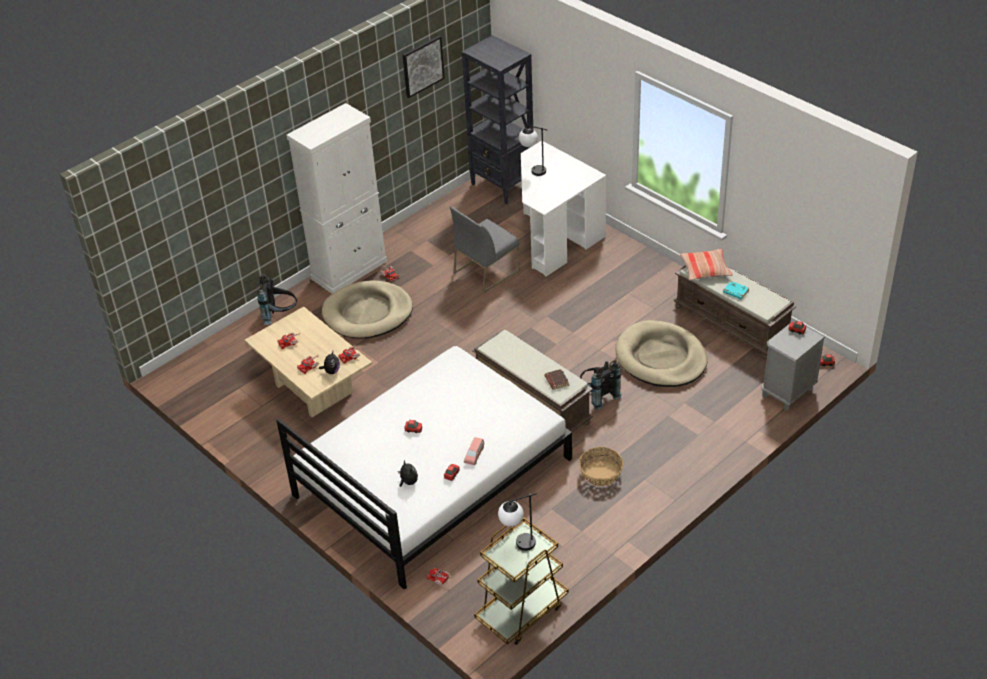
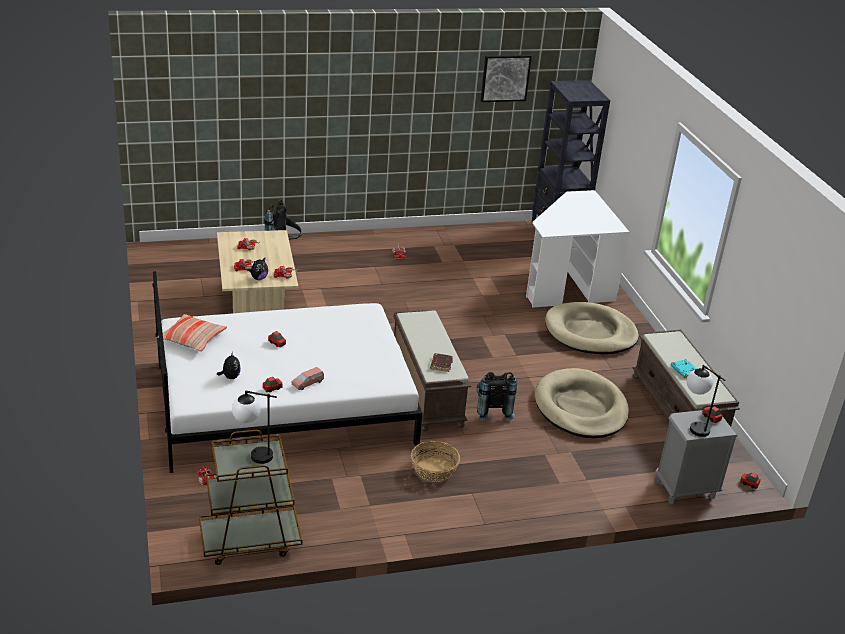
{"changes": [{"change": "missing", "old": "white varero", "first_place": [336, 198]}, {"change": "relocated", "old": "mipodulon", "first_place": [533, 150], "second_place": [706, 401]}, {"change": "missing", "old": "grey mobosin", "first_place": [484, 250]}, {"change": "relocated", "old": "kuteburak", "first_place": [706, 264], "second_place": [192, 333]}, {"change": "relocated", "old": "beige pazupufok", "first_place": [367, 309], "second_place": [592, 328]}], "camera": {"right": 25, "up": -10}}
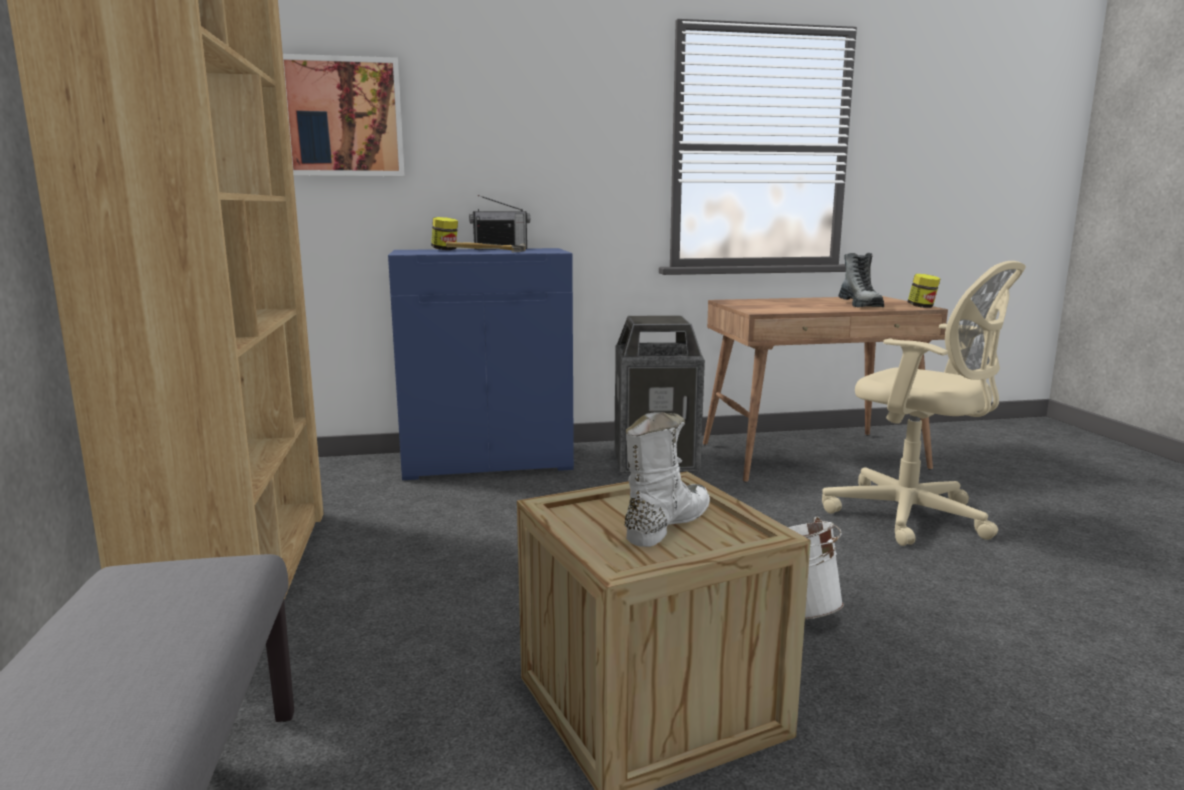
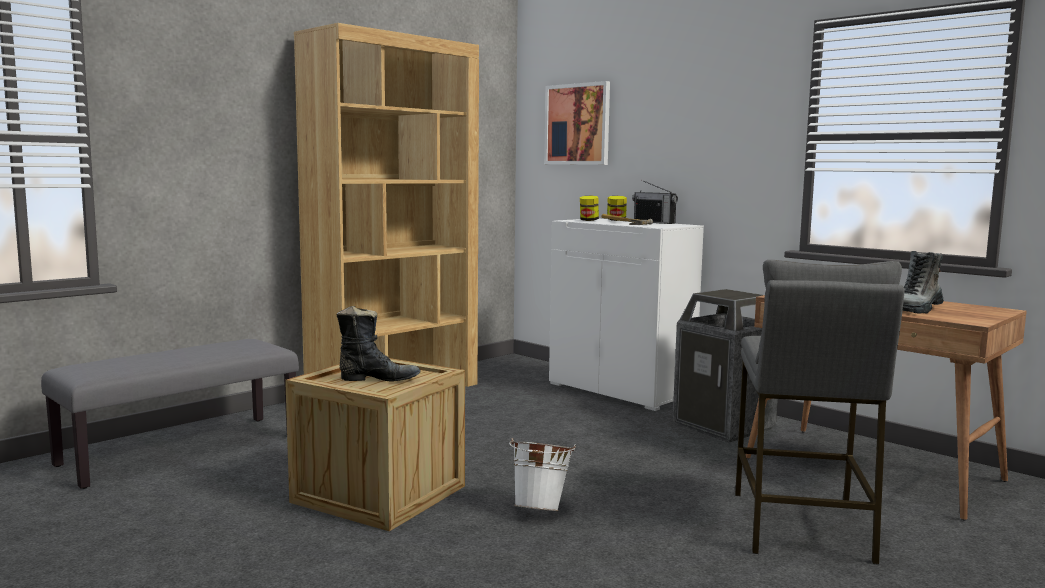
{"changes": [{"change": "colour", "old": "blue varero", "new": "white varero", "first_place": [481, 364], "second_place": [626, 315]}, {"change": "exchanged", "old": "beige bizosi", "new": "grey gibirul", "first_place": [924, 403], "second_place": [819, 412]}, {"change": "relocated", "old": "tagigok", "first_place": [924, 291], "second_place": [589, 208]}, {"change": "colour", "old": "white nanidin", "new": "black nanidin", "first_place": [667, 479], "second_place": [378, 343]}], "camera": {"right": 55, "up": -5}}
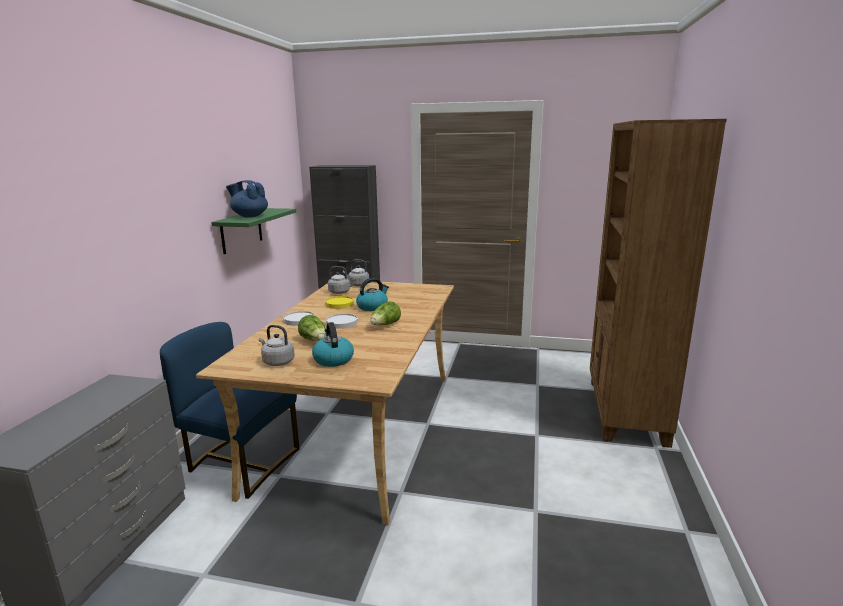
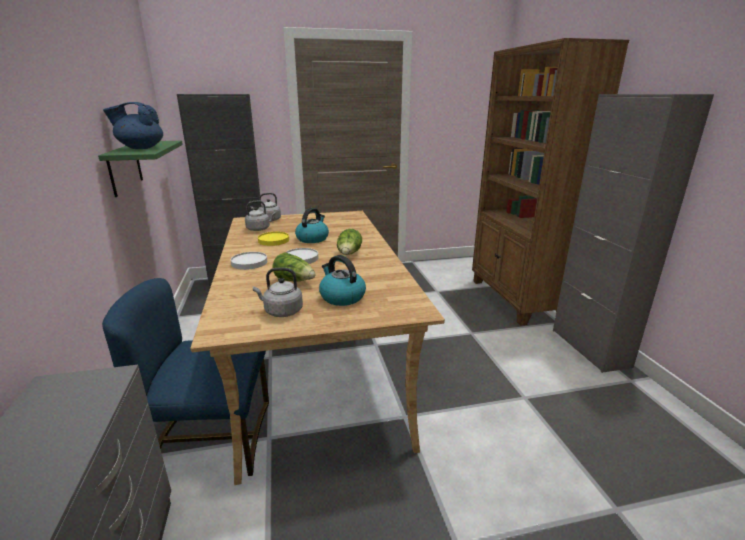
{"changes": [{"change": "appeared", "new": "grey varero", "second_place": [633, 233]}], "camera": {"right": -25, "up": 5}}
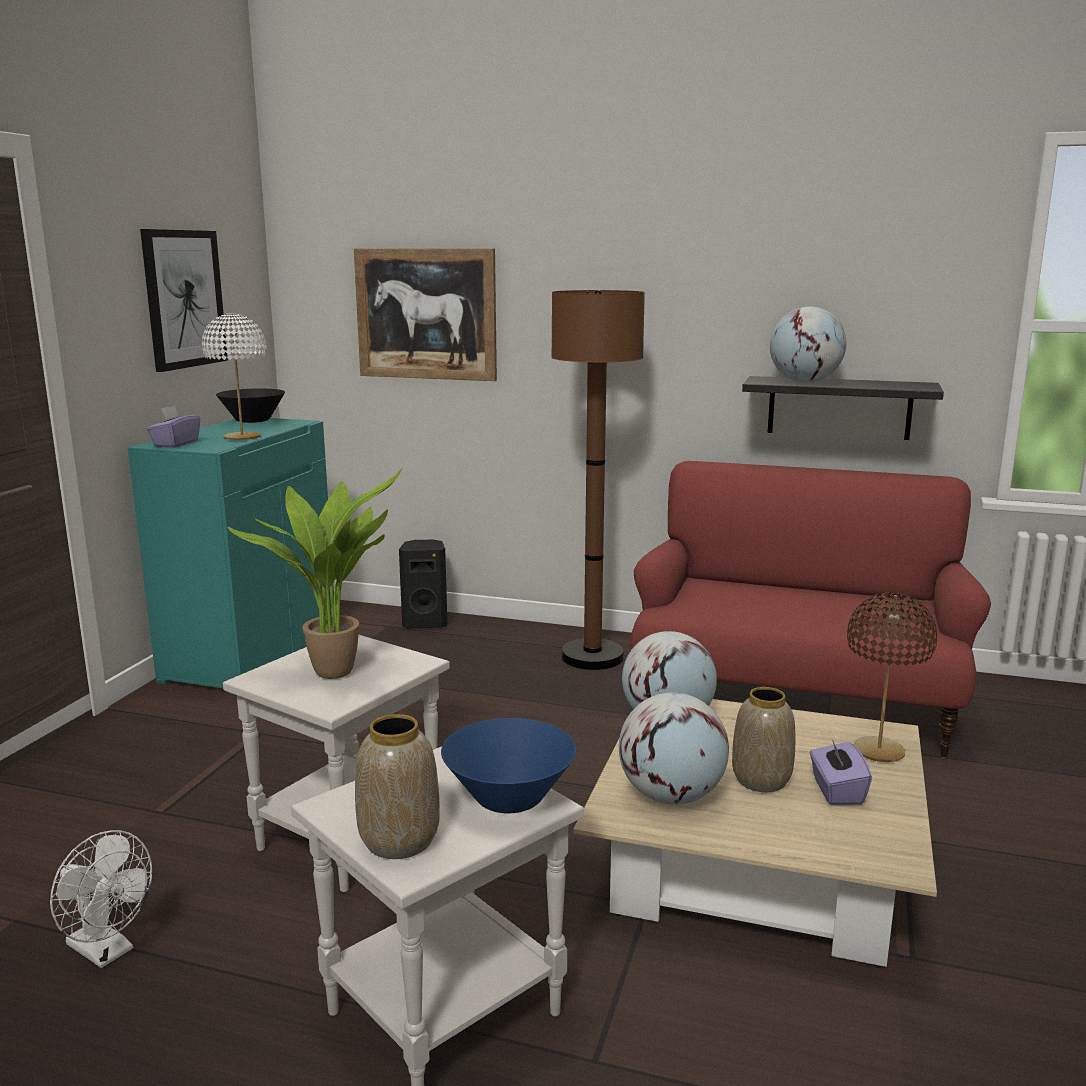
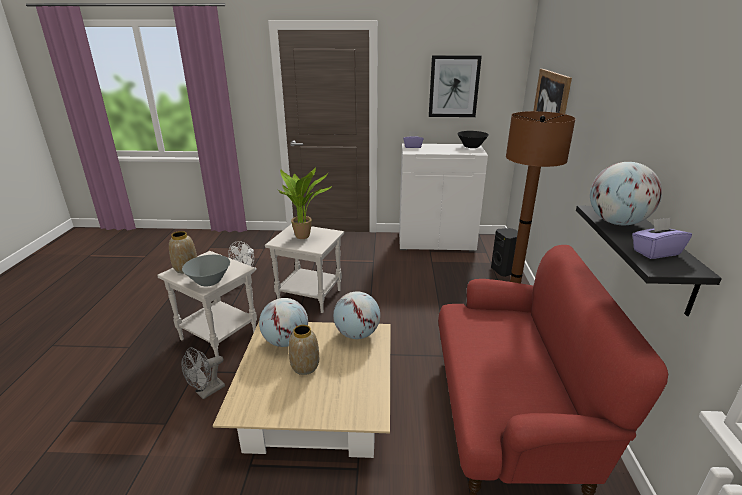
{"changes": [{"change": "missing", "old": "white mipodulon", "first_place": [234, 377]}, {"change": "colour", "old": "turquoise varero", "new": "white varero", "first_place": [231, 556], "second_place": [443, 198]}, {"change": "missing", "old": "brown mipodulon", "first_place": [892, 677]}, {"change": "colour", "old": "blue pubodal", "new": "grey pubodal", "first_place": [508, 765], "second_place": [206, 270]}, {"change": "relocated", "old": "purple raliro", "first_place": [841, 772], "second_place": [662, 238]}, {"change": "appeared", "new": "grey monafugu", "second_place": [203, 373]}], "camera": {"right": 75, "up": 10}}
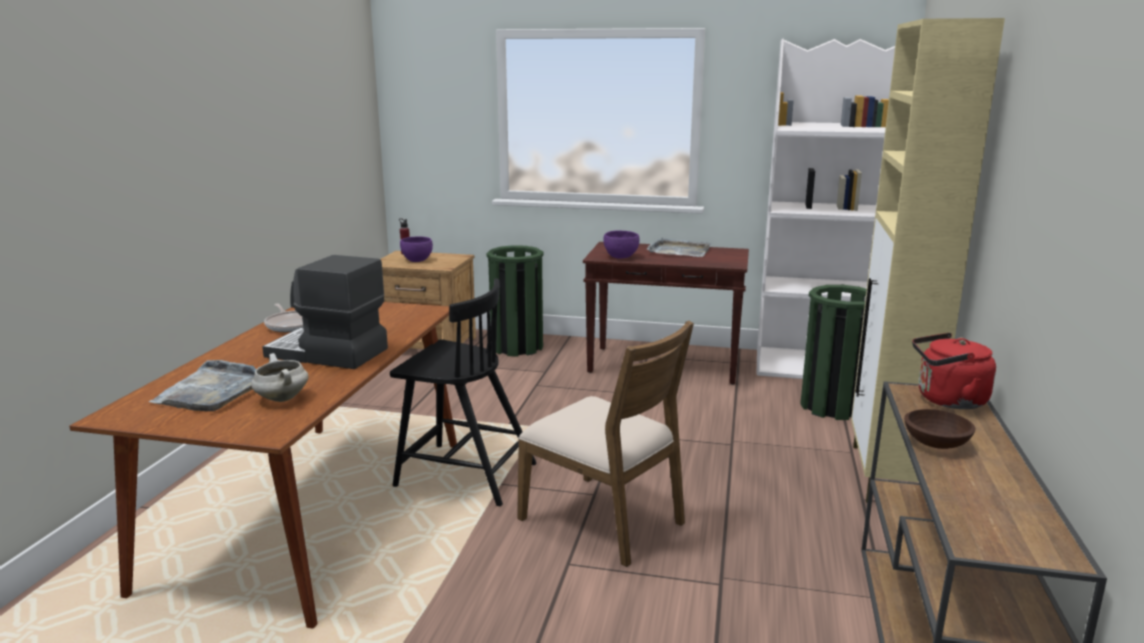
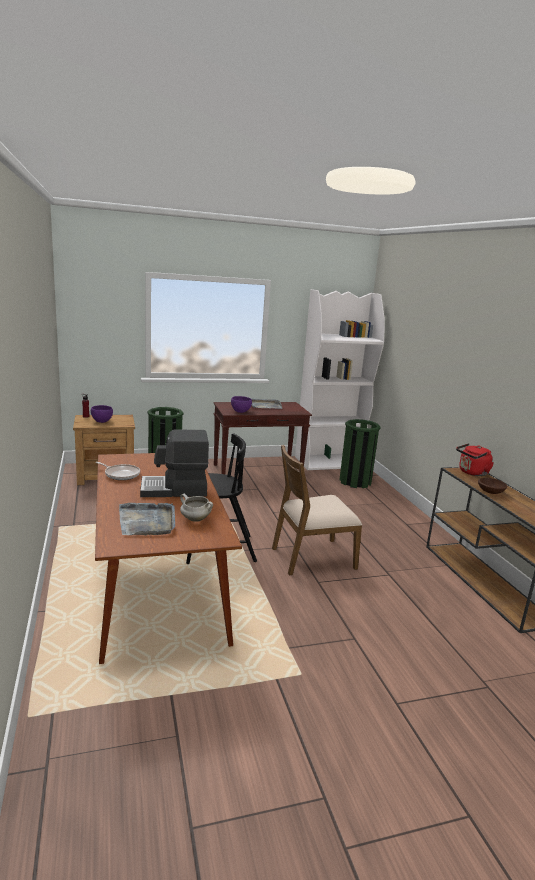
{"changes": [{"change": "missing", "old": "beige varero", "first_place": [928, 260]}, {"change": "spun", "old": "brown mobosin", "first_place": [605, 444], "second_place": [317, 510], "degrees": 150}], "camera": {"right": -30, "up": 0}}
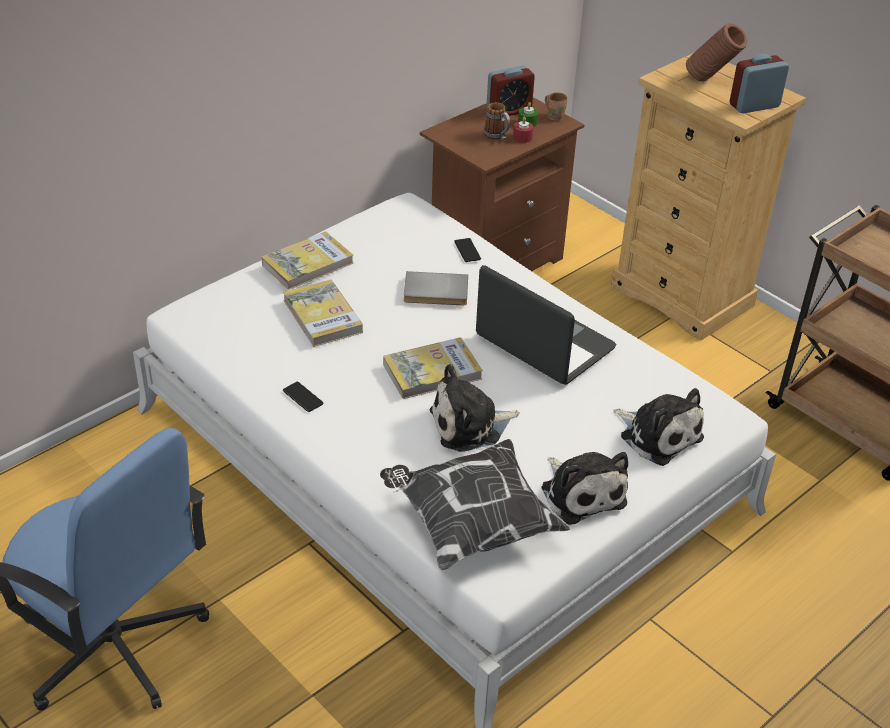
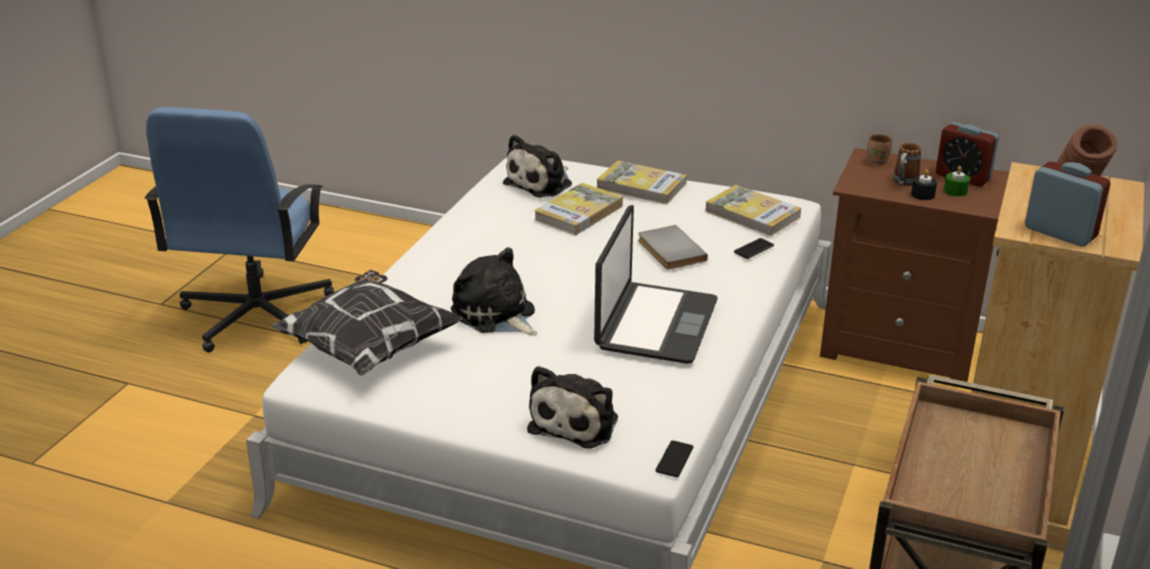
{"changes": [{"change": "relocated", "old": "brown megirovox", "first_place": [556, 106], "second_place": [879, 150]}, {"change": "colour", "old": "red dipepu", "new": "black dipepu", "first_place": [523, 130], "second_place": [924, 184]}, {"change": "relocated", "old": "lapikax", "first_place": [433, 368], "second_place": [753, 210]}, {"change": "relocated", "old": "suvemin", "first_place": [303, 397], "second_place": [674, 458]}, {"change": "relocated", "old": "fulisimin", "first_place": [584, 488], "second_place": [537, 165]}], "camera": {"right": 65, "up": -10}}
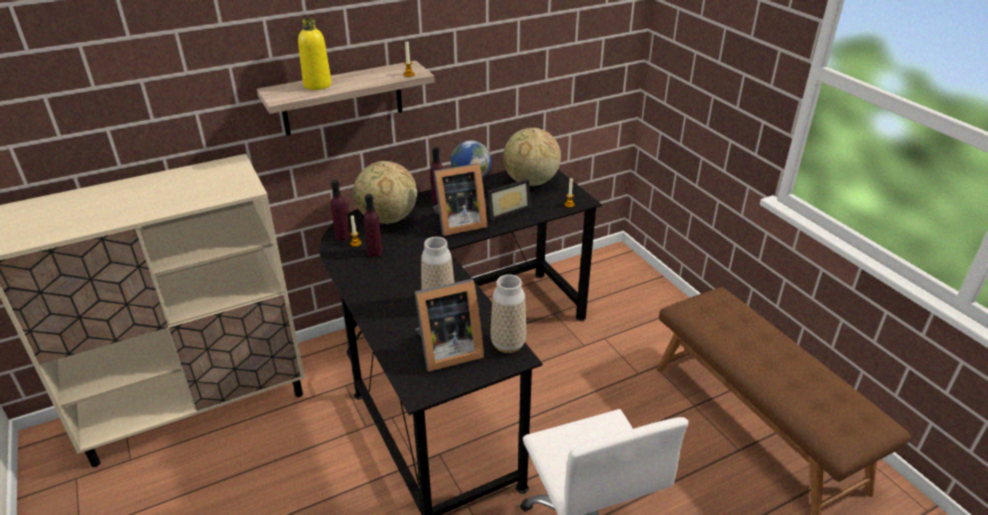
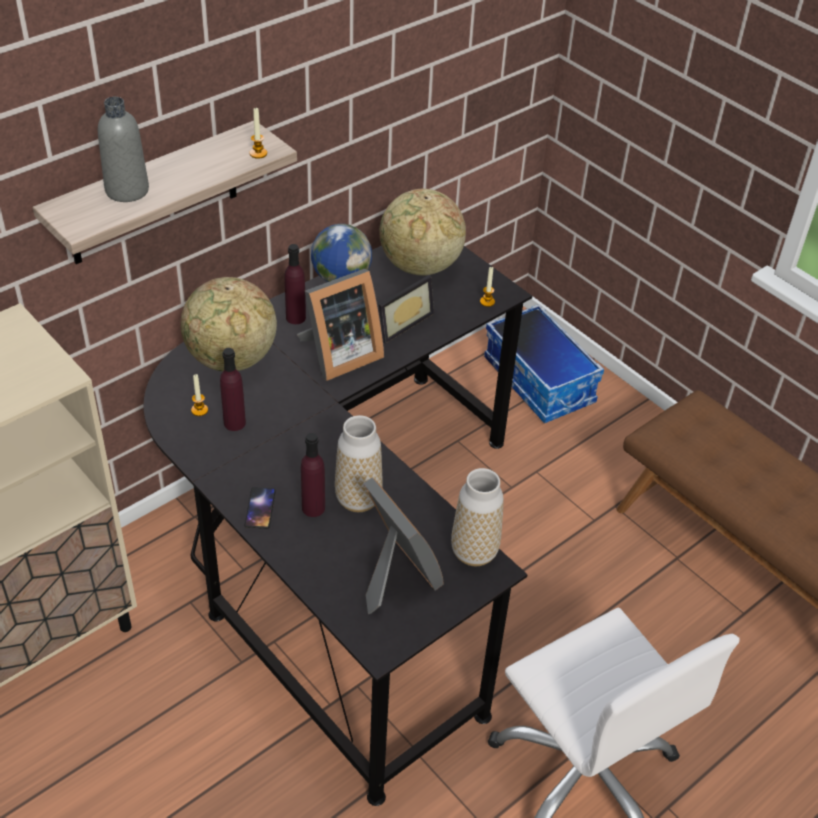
{"changes": [{"change": "colour", "old": "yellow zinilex", "new": "grey zinilex", "first_place": [315, 54], "second_place": [123, 149]}, {"change": "relocated", "old": "purple zinilex", "first_place": [340, 210], "second_place": [313, 475]}, {"change": "spun", "old": "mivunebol", "first_place": [449, 325], "second_place": [403, 546], "degrees": -90}, {"change": "appeared", "new": "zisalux", "second_place": [544, 363]}, {"change": "appeared", "new": "suvemin", "second_place": [260, 508]}], "camera": {"right": -15, "up": 10}}
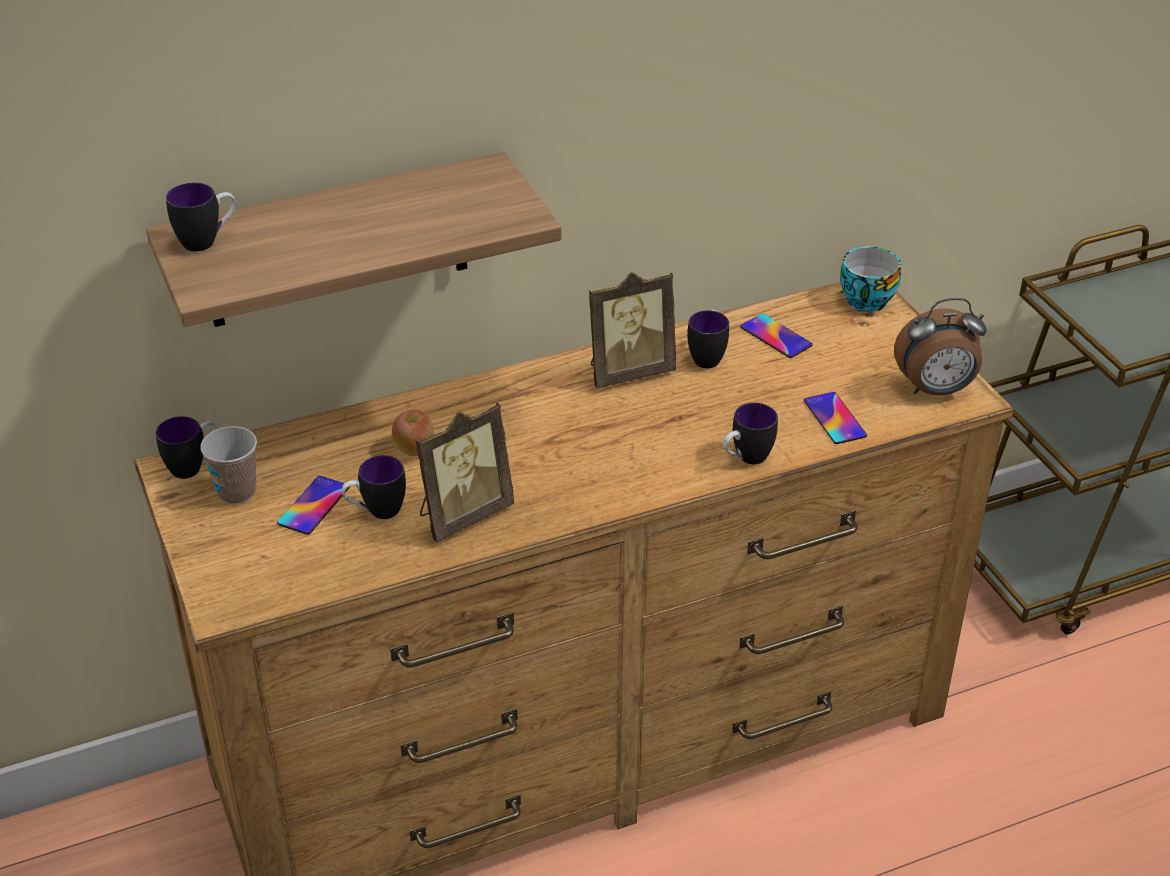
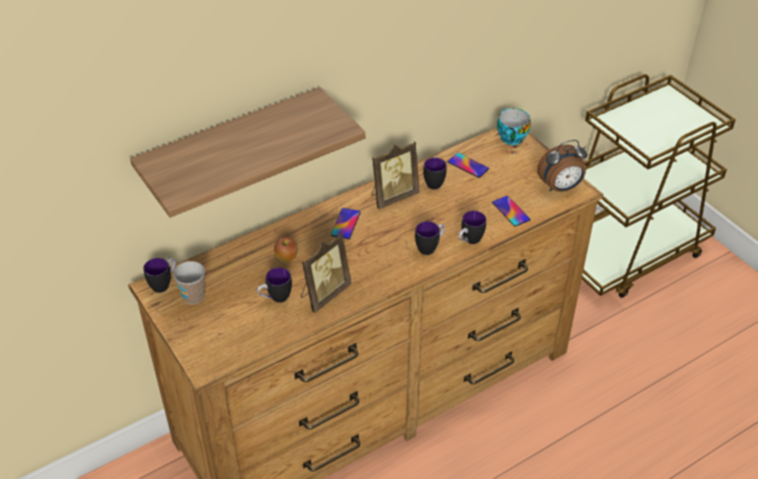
{"changes": [{"change": "relocated", "old": "megirovox", "first_place": [201, 217], "second_place": [430, 238]}, {"change": "relocated", "old": "suvemin", "first_place": [313, 505], "second_place": [346, 223]}], "camera": {"right": -10, "up": 5}}
